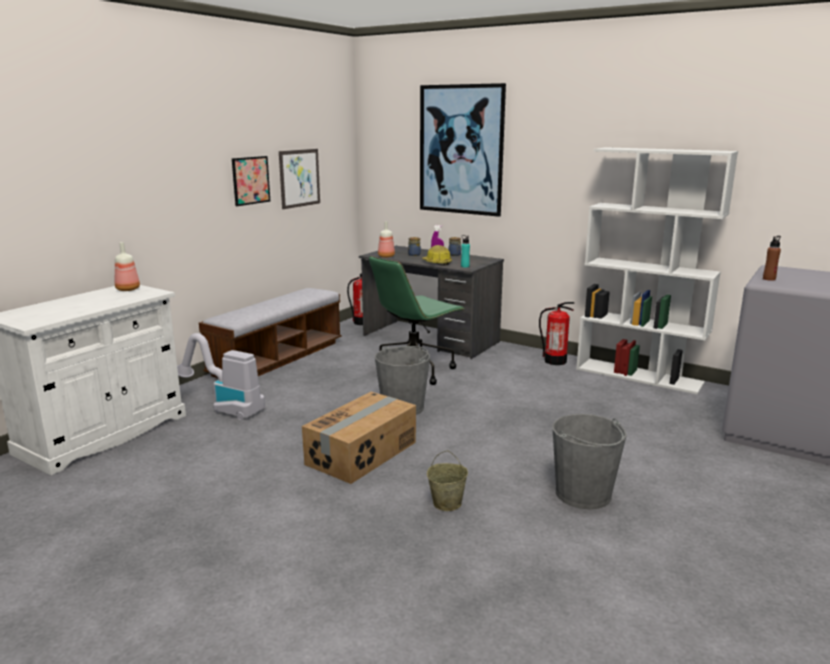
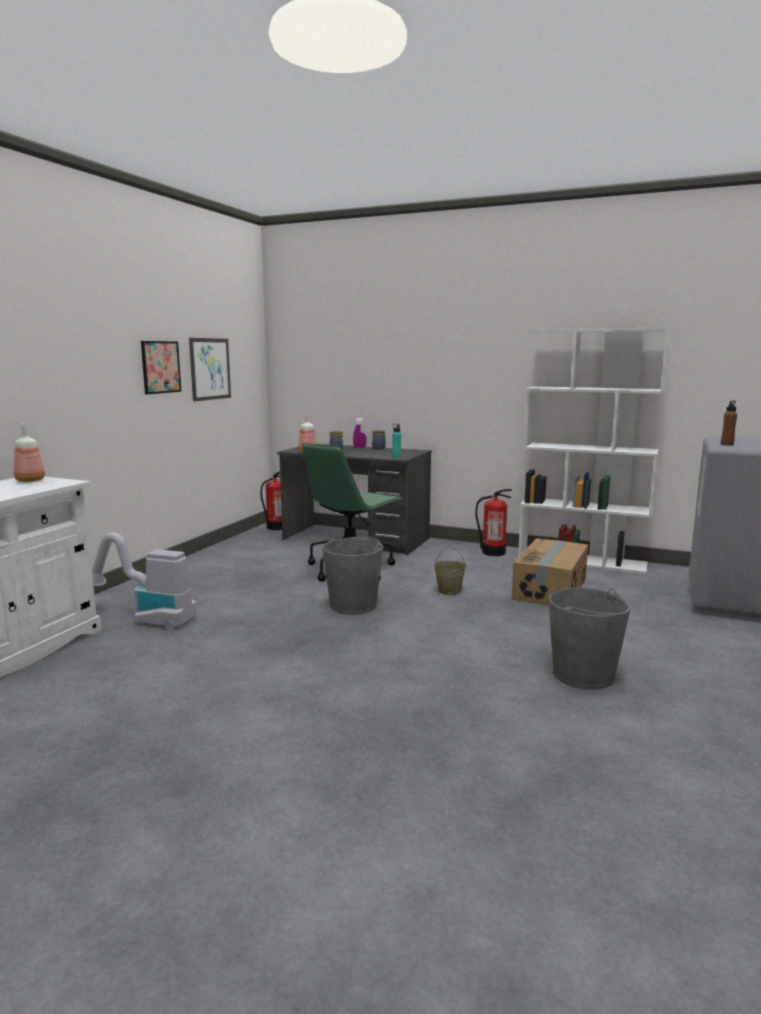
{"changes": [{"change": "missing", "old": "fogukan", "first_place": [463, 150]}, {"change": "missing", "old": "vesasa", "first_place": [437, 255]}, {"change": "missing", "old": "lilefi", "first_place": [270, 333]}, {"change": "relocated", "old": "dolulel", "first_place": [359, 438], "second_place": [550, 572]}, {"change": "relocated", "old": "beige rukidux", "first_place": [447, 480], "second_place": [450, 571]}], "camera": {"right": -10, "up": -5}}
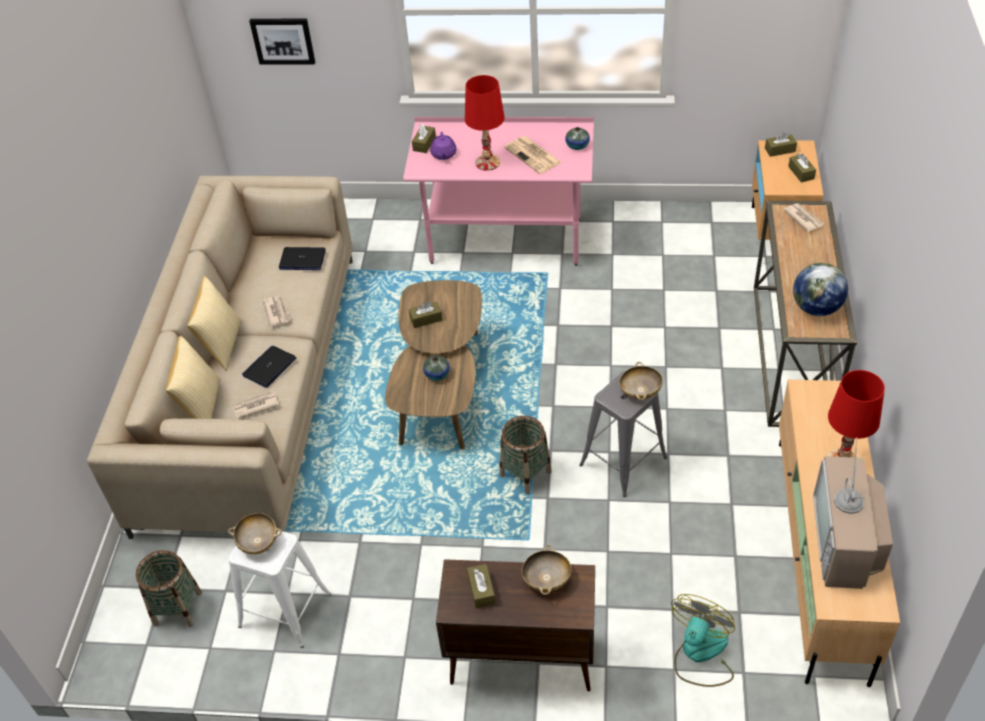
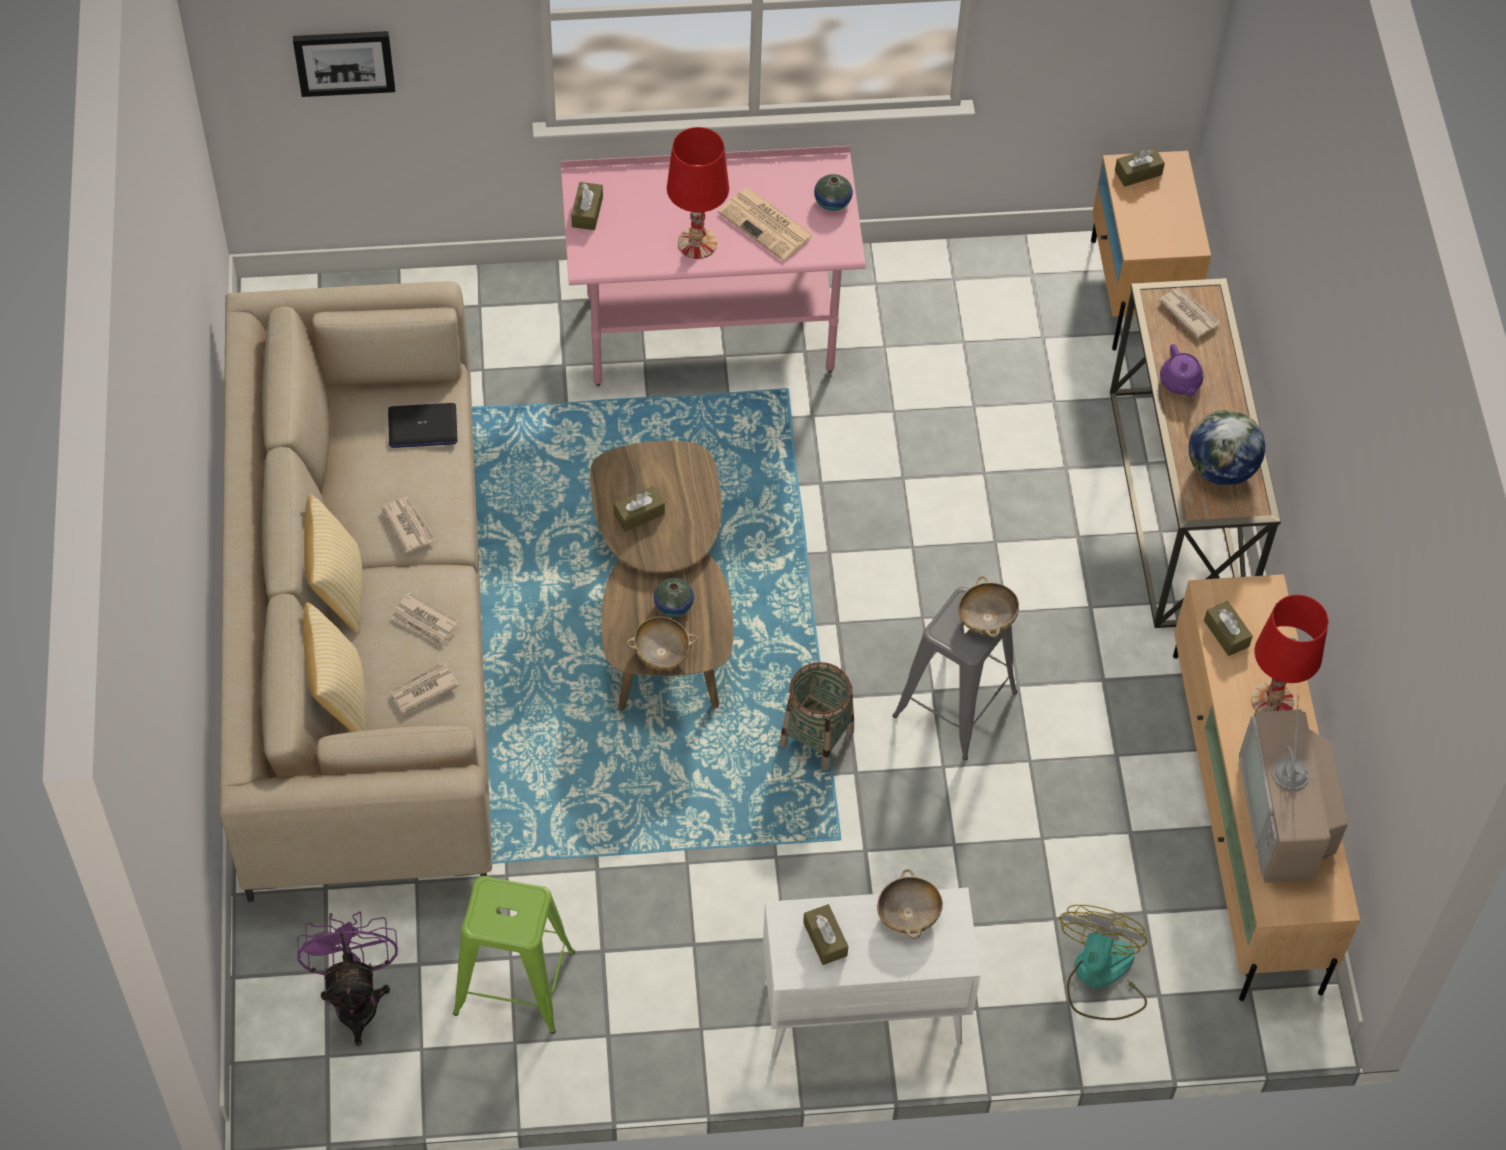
{"changes": [{"change": "relocated", "old": "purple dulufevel", "first_place": [443, 146], "second_place": [1182, 370]}, {"change": "relocated", "old": "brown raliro", "first_place": [802, 168], "second_place": [1228, 628]}, {"change": "exchanged", "old": "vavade", "new": "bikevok", "first_place": [269, 367], "second_place": [425, 620]}, {"change": "relocated", "old": "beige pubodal", "first_place": [255, 533], "second_place": [661, 643]}, {"change": "colour", "old": "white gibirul", "new": "green gibirul", "first_place": [279, 589], "second_place": [514, 955]}, {"change": "exchanged", "old": "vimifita", "new": "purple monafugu", "first_place": [169, 588], "second_place": [347, 978]}, {"change": "colour", "old": "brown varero", "new": "white varero", "first_place": [515, 625], "second_place": [872, 973]}], "camera": {"right": -15, "up": 10}}
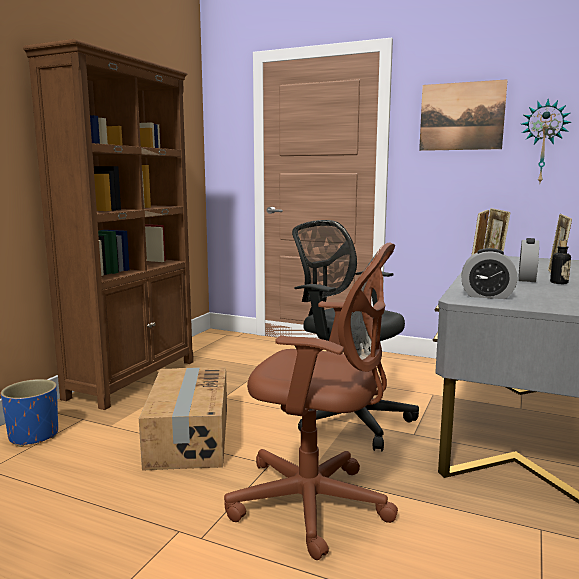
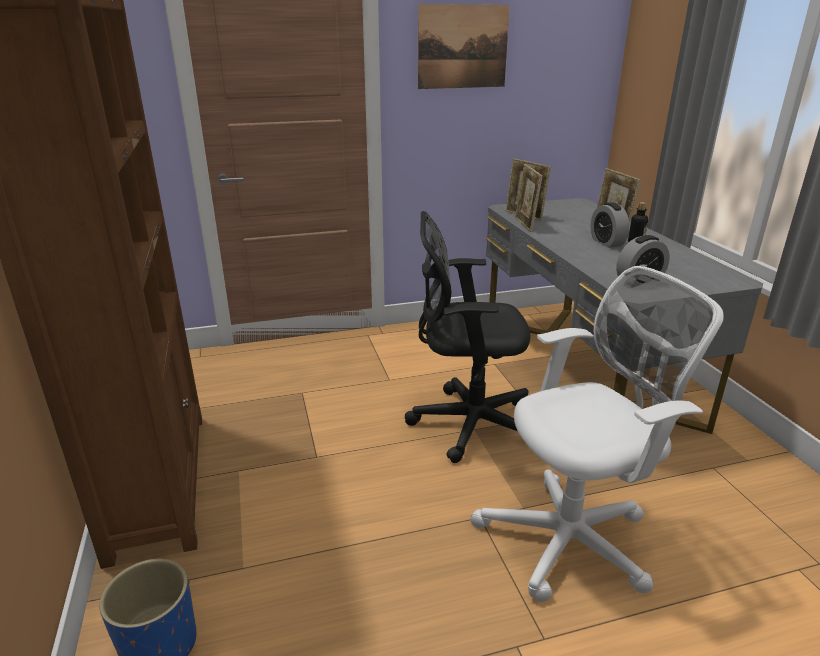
{"changes": [{"change": "missing", "old": "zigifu", "first_place": [546, 140]}, {"change": "colour", "old": "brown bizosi", "new": "white bizosi", "first_place": [311, 401], "second_place": [597, 434]}, {"change": "missing", "old": "dolulel", "first_place": [183, 419]}], "camera": {"right": -40, "up": 15}}
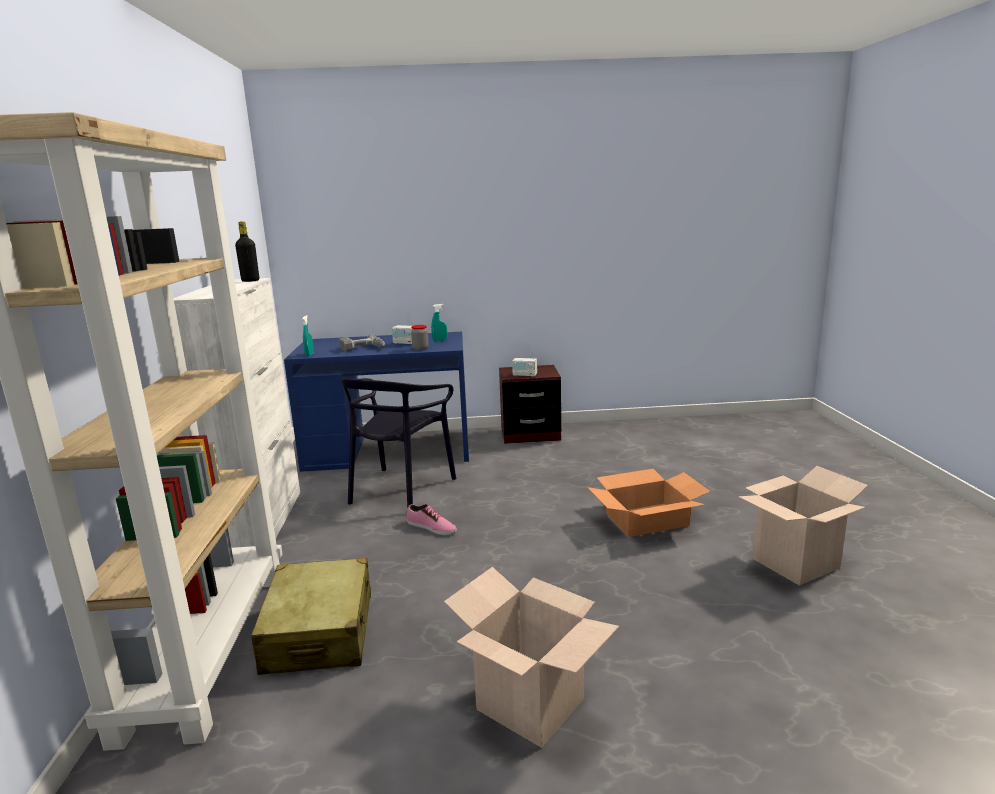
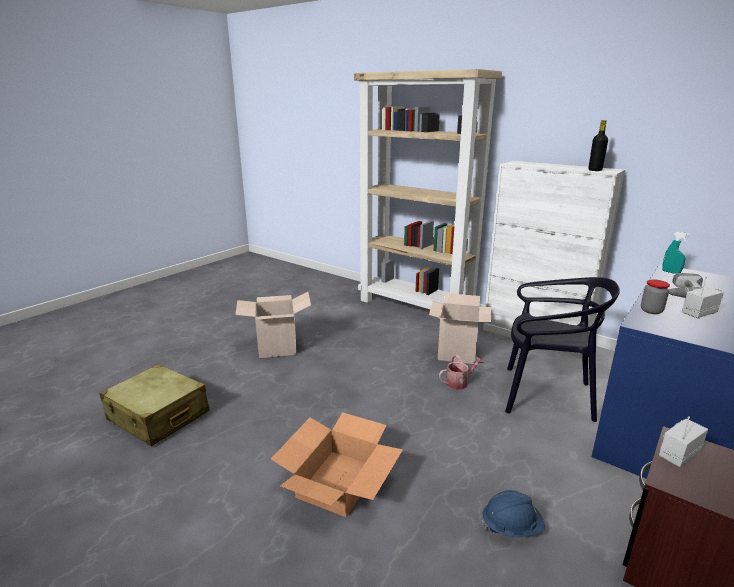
{"changes": [{"change": "missing", "old": "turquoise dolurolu", "first_place": [439, 323]}, {"change": "spun", "old": "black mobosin", "first_place": [398, 443], "second_place": [562, 349], "degrees": 135}, {"change": "relocated", "old": "dolulel", "first_place": [803, 526], "second_place": [460, 328]}, {"change": "exchanged", "old": "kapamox", "new": "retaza", "first_place": [431, 519], "second_place": [461, 372]}, {"change": "relocated", "old": "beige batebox", "first_place": [311, 616], "second_place": [154, 405]}, {"change": "appeared", "new": "blue vesasa", "second_place": [513, 513]}], "camera": {"right": 130, "up": 5}}
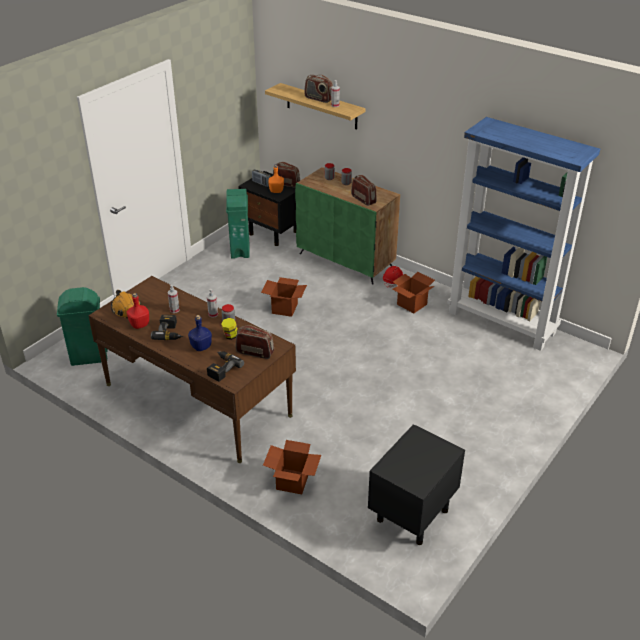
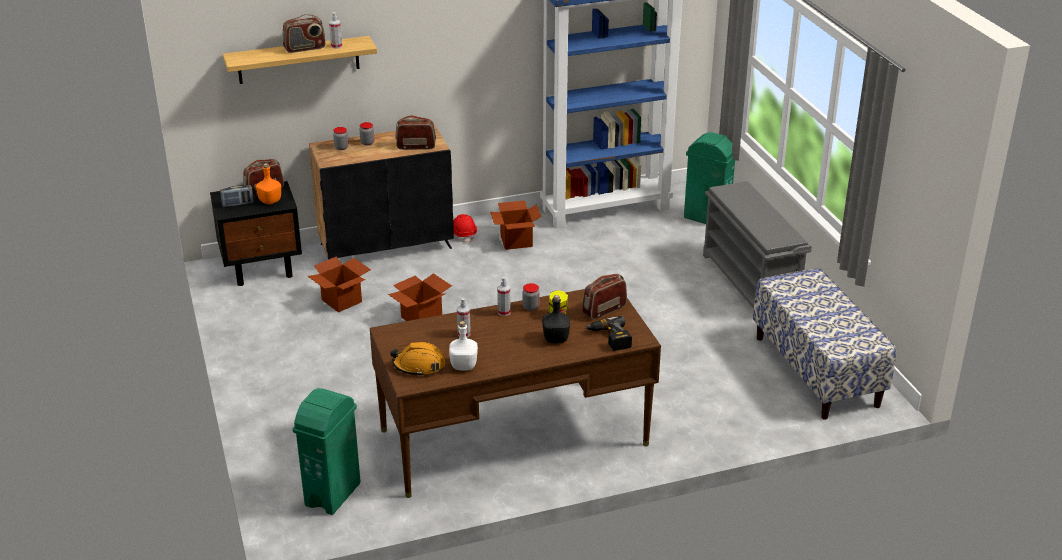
{"changes": [{"change": "colour", "old": "green varero", "new": "black varero", "first_place": [347, 225], "second_place": [381, 192]}, {"change": "relocated", "old": "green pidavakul", "first_place": [238, 224], "second_place": [709, 178]}, {"change": "colour", "old": "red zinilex", "new": "white zinilex", "first_place": [138, 311], "second_place": [463, 346]}, {"change": "missing", "old": "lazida", "first_place": [167, 327]}, {"change": "colour", "old": "blue zinilex", "new": "black zinilex", "first_place": [200, 333], "second_place": [556, 319]}, {"change": "exchanged", "old": "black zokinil", "new": "lilefi", "first_place": [416, 484], "second_place": [824, 344]}, {"change": "relocated", "old": "dolulel", "first_place": [292, 467], "second_place": [339, 285]}, {"change": "appeared", "new": "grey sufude", "second_place": [757, 245]}], "camera": {"right": -55, "up": -5}}
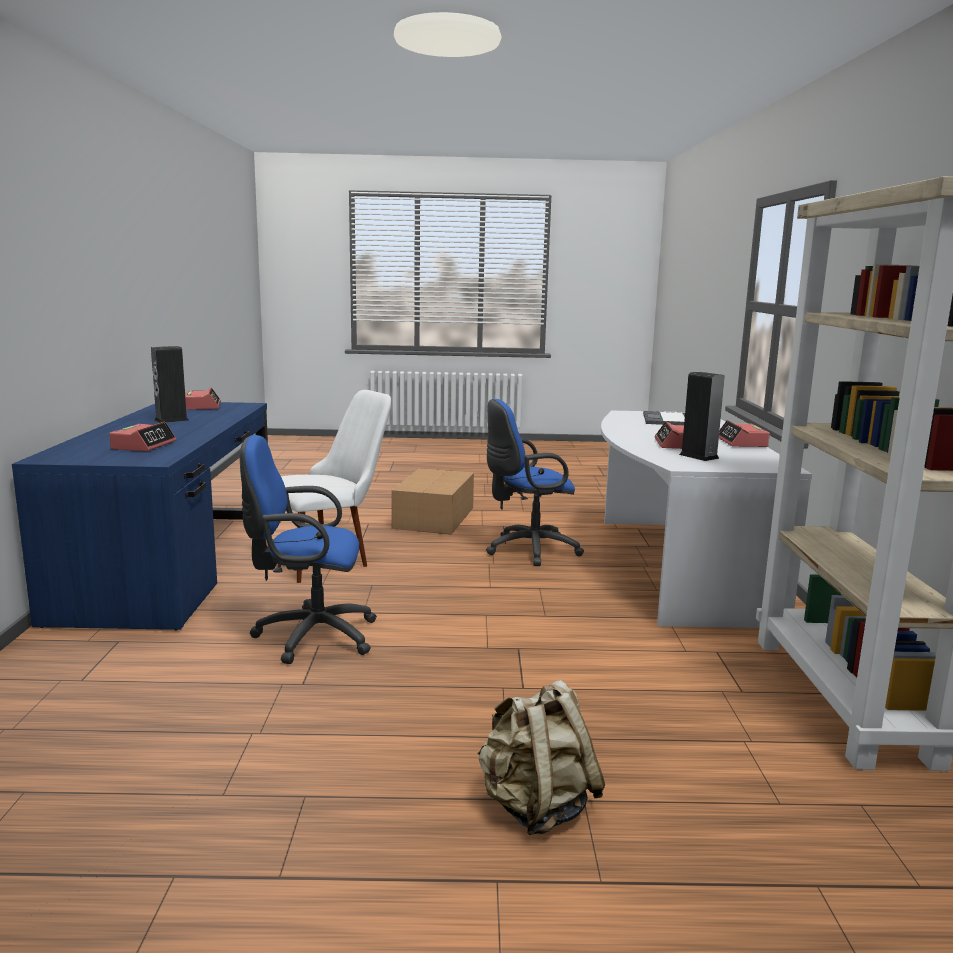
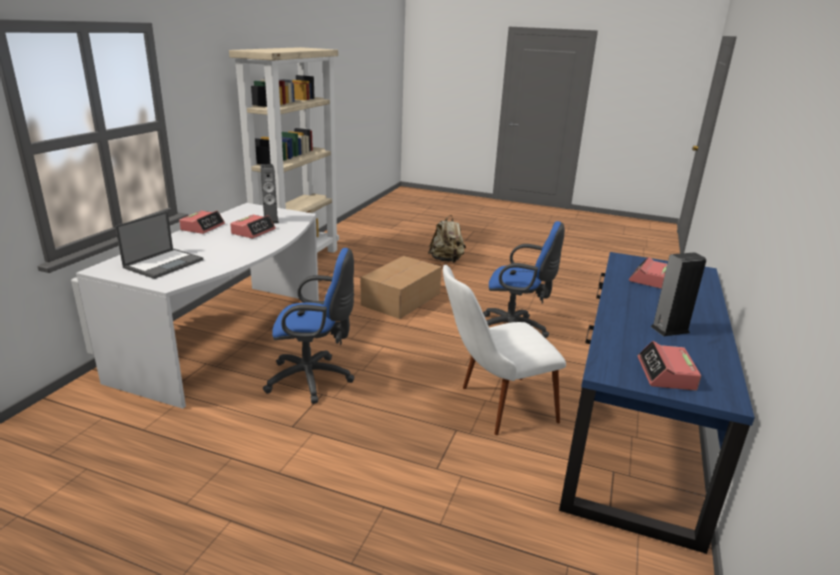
{"changes": [{"change": "relocated", "old": "dolulel", "first_place": [433, 501], "second_place": [401, 287]}], "camera": {"right": -160, "up": 10}}
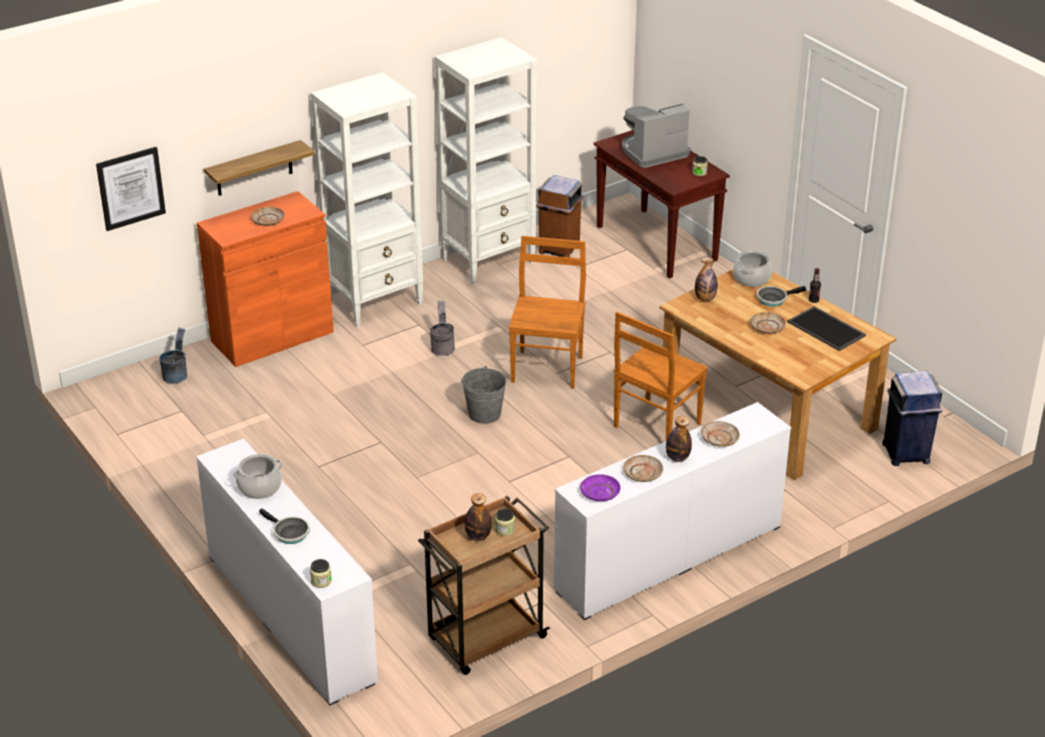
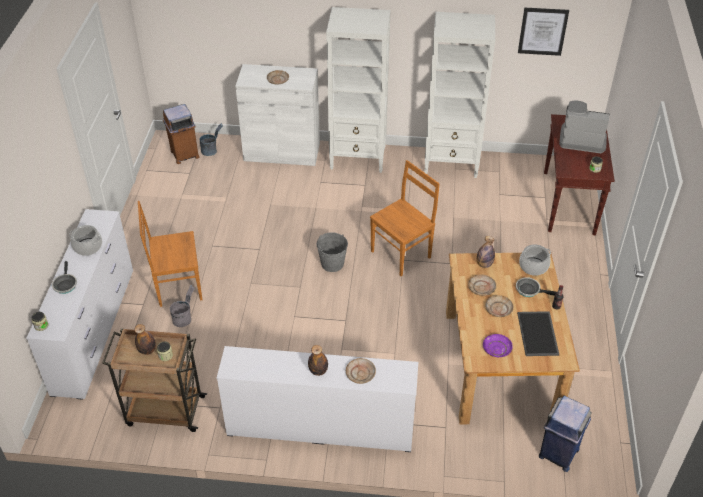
{"changes": [{"change": "missing", "old": "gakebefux", "first_place": [259, 168]}, {"change": "relocated", "old": "fogukan", "first_place": [131, 189], "second_place": [543, 31]}, {"change": "relocated", "old": "brown pidavakul", "first_place": [559, 216], "second_place": [181, 134]}, {"change": "colour", "old": "orange varero", "new": "white varero", "first_place": [265, 279], "second_place": [277, 115]}, {"change": "relocated", "old": "grey rukidux", "first_place": [442, 328], "second_place": [182, 306]}, {"change": "relocated", "old": "brown mobosin", "first_place": [661, 376], "second_place": [170, 254]}, {"change": "relocated", "old": "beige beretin", "first_place": [643, 468], "second_place": [482, 285]}, {"change": "relocated", "old": "purple beretin", "first_place": [600, 487], "second_place": [498, 345]}], "camera": {"right": 40, "up": 10}}
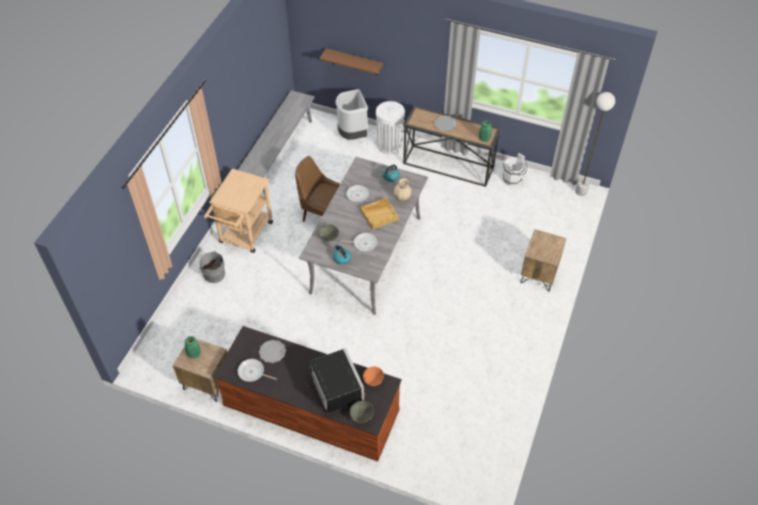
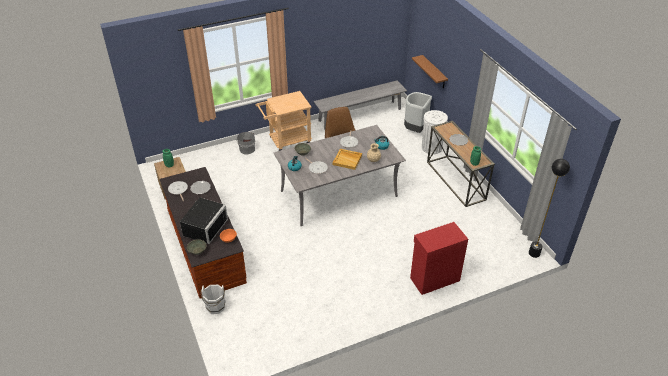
{"changes": [{"change": "colour", "old": "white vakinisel", "new": "black vakinisel", "first_place": [595, 144], "second_place": [549, 208]}, {"change": "relocated", "old": "white rukidux", "first_place": [515, 169], "second_place": [213, 299]}, {"change": "exchanged", "old": "brown zokinil", "new": "red varero", "first_place": [543, 260], "second_place": [439, 258]}], "camera": {"right": 45, "up": -10}}
